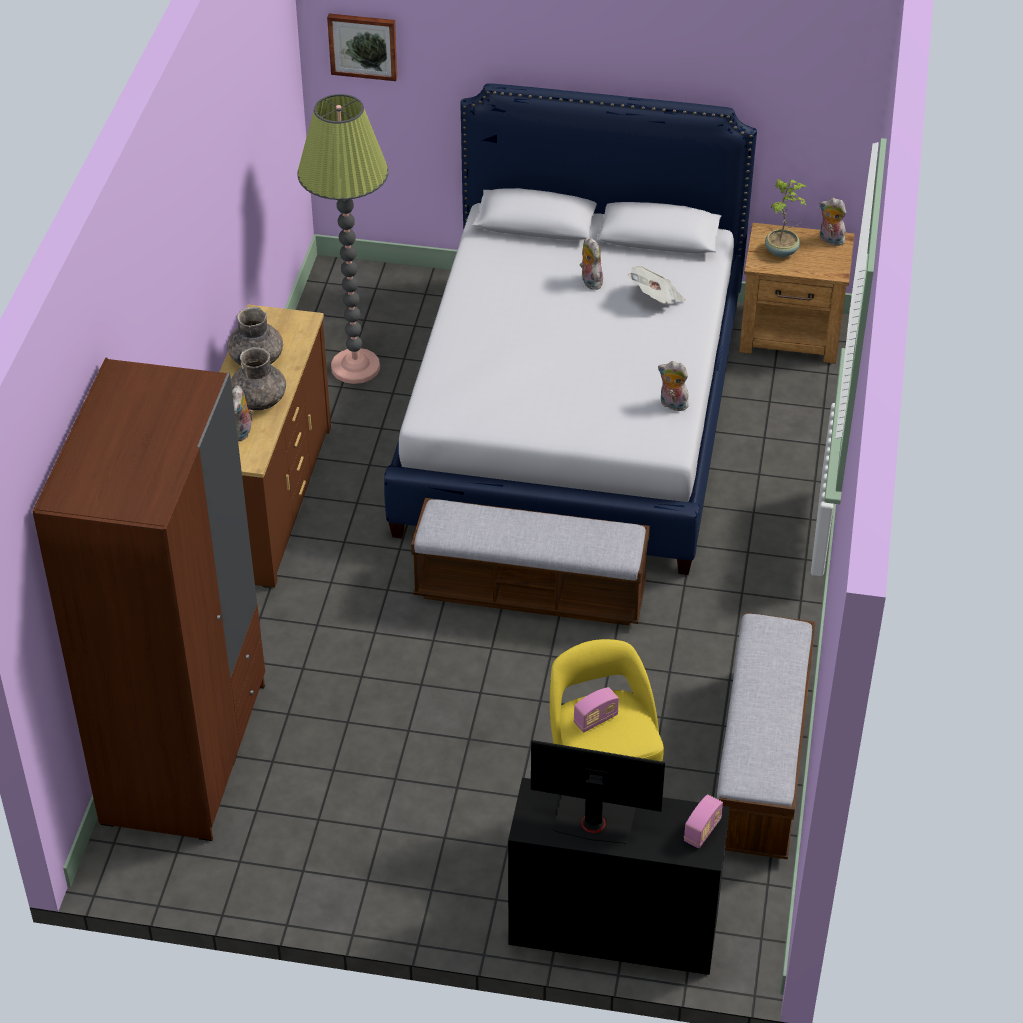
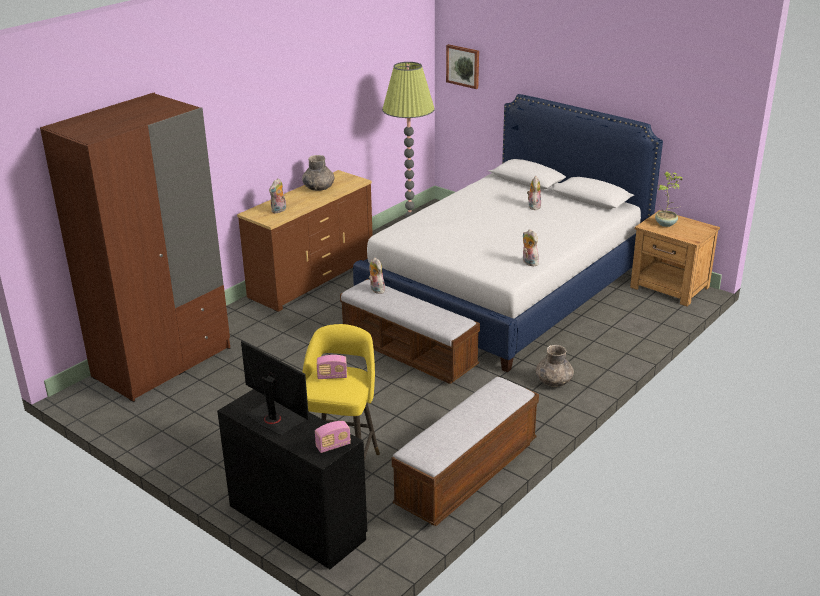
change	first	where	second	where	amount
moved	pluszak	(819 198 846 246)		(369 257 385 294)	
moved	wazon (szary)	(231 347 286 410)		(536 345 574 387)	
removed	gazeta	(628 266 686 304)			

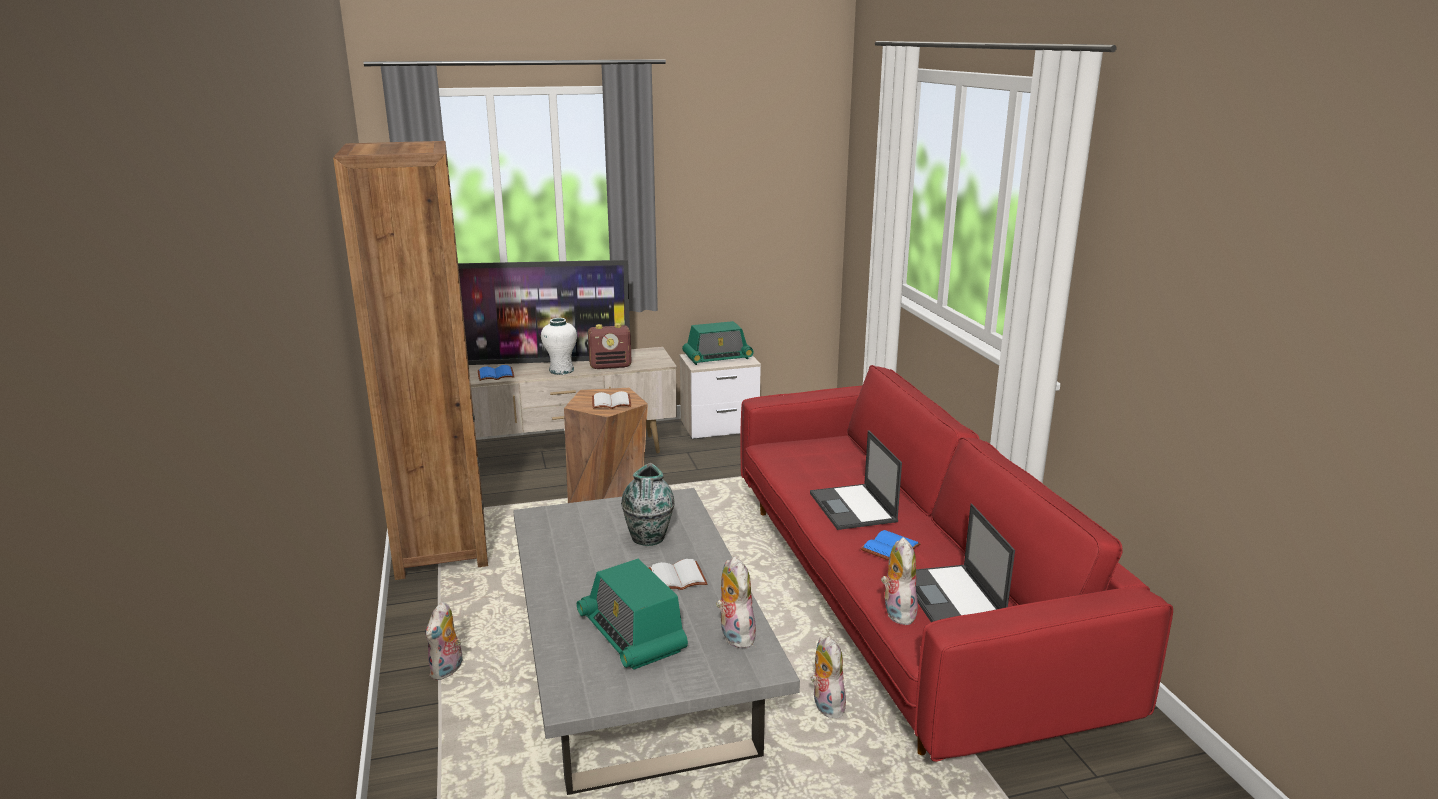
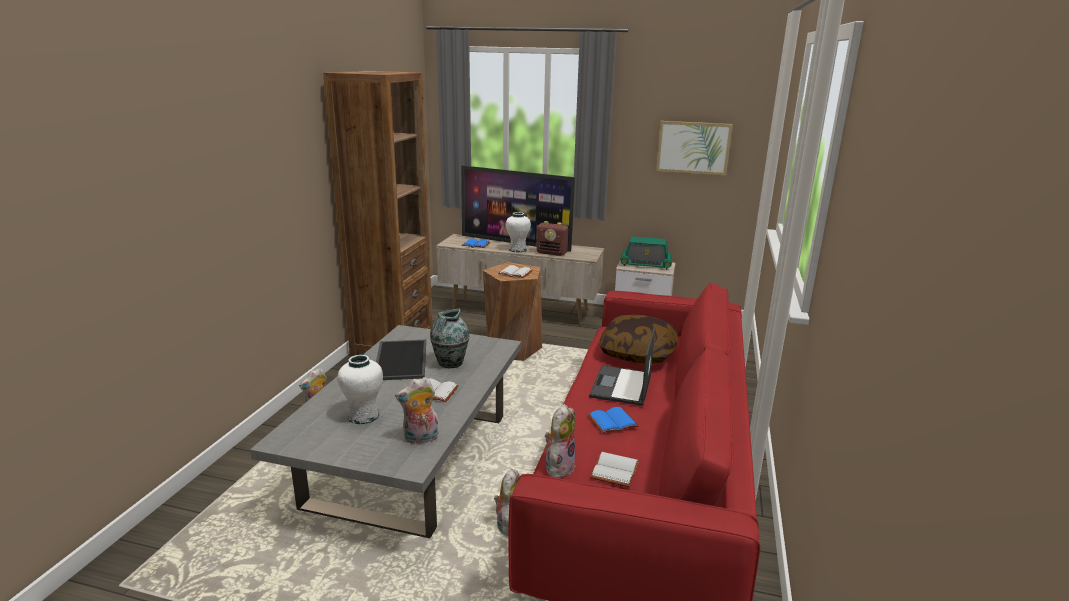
change	first	where	second	where	amount
replaced	radio	(577 559 688 670)	wazon (biały)	(337 355 383 424)	
added			taca	(376 340 426 380)	
turned	pluszak	(716 556 756 648)		(395 377 439 444)	120 degrees counterclockwise
replaced	laptop	(916 504 1015 622)	książka (biały)	(590 452 639 487)	
added			poduszka	(599 315 678 363)	
added			obraz	(656 121 733 176)	

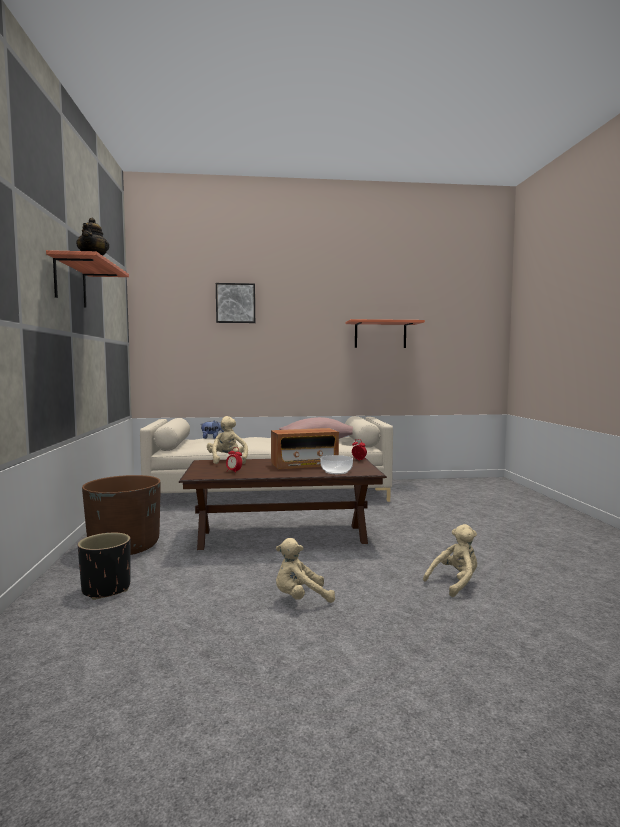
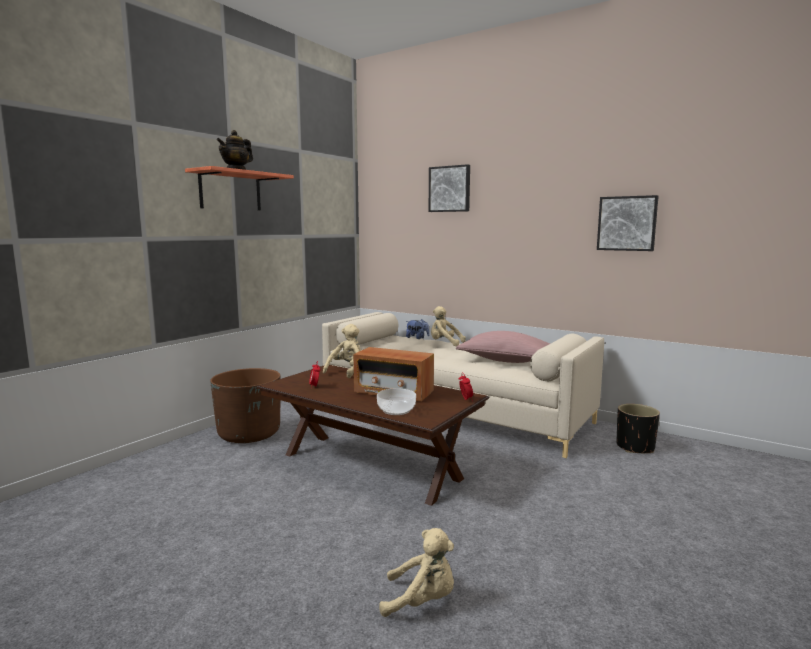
change	first	where	second	where	amount
moved	pluszak (beżowy)	(276 538 335 603)		(431 306 466 346)	
replaced	półka	(346 319 425 348)	obraz	(597 195 659 251)	
moved	donica (czarny)	(78 533 131 600)		(616 404 660 453)	

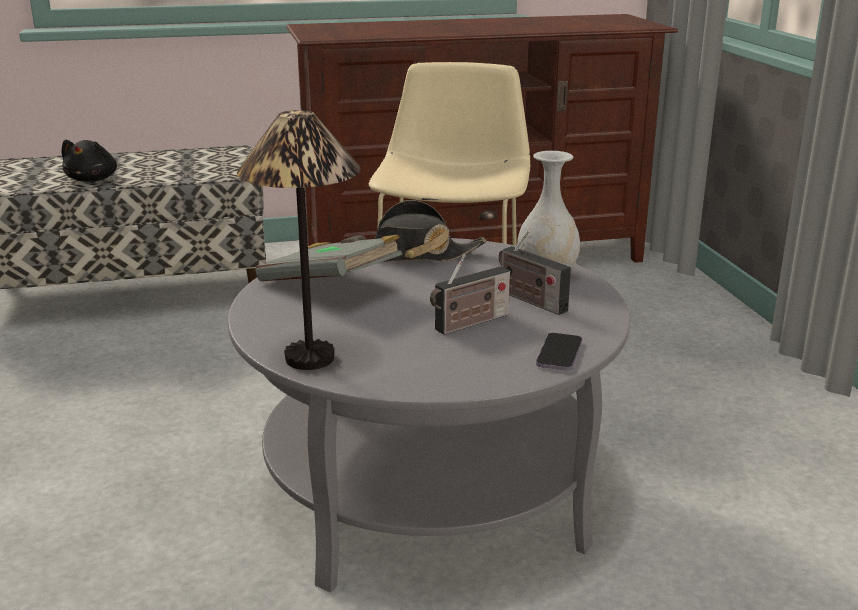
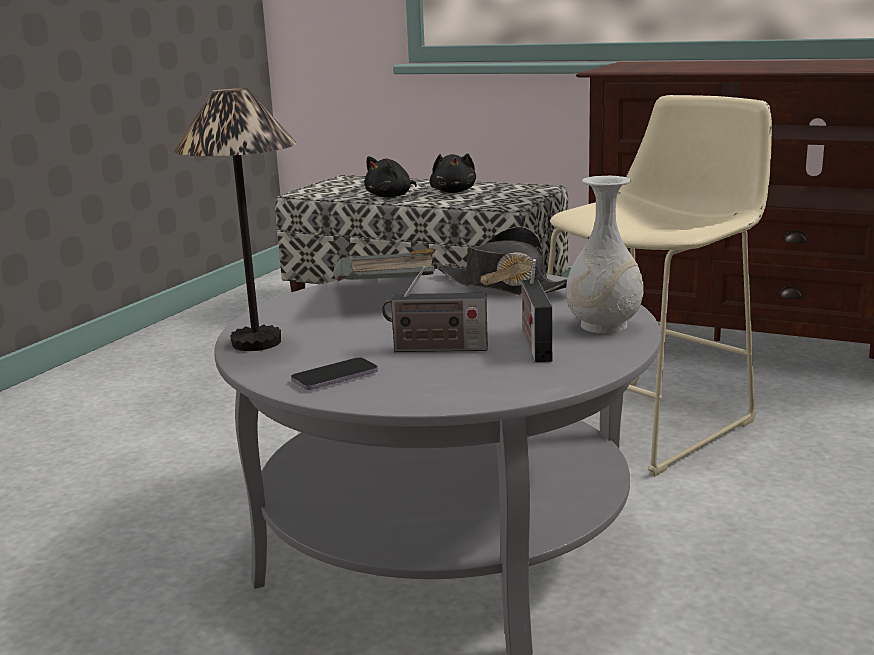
change	first	where	second	where	amount
moved	telefon	(536 333 582 371)		(291 357 378 390)	
added			pluszak (czarny)	(429 153 476 193)	

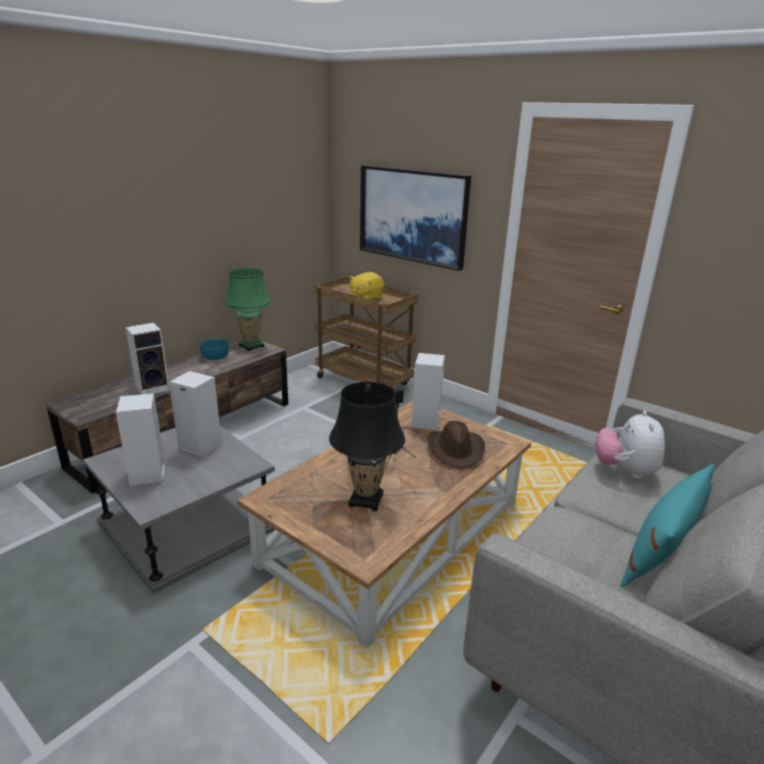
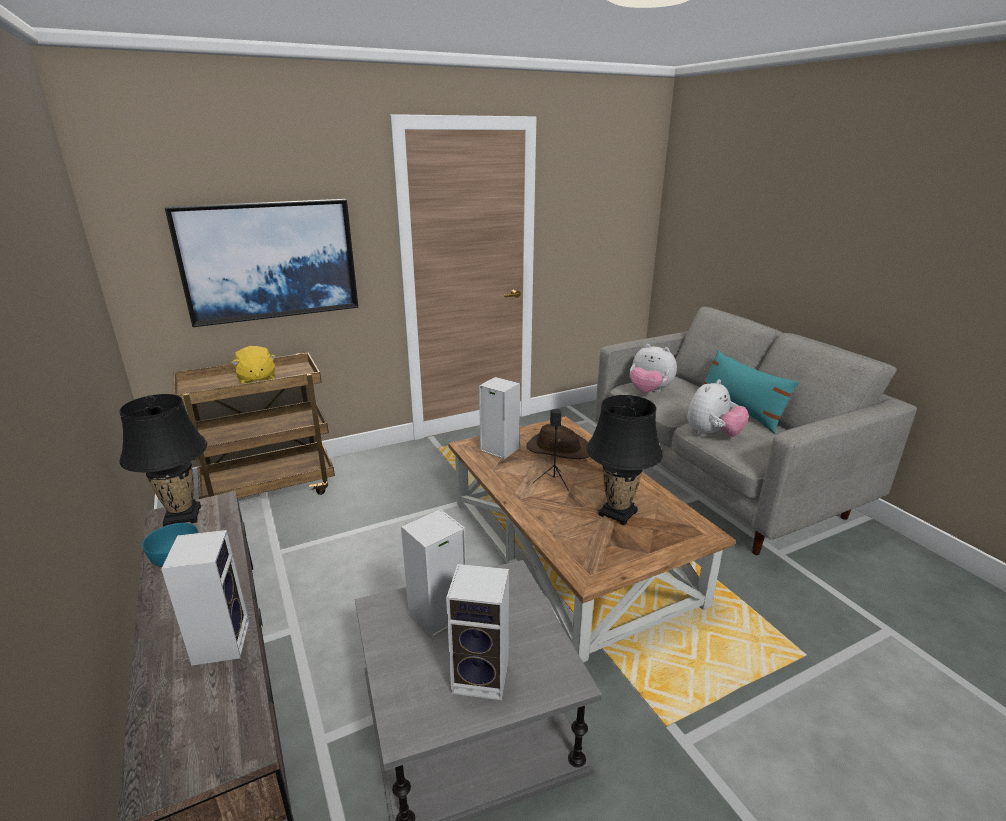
change	first	where	second	where	amount
recoloured	lampa stołowa (zielony)	(224 266 272 351)	lampa stołowa (czarny)	(119 394 207 527)	
added			pluszak	(687 379 749 437)	

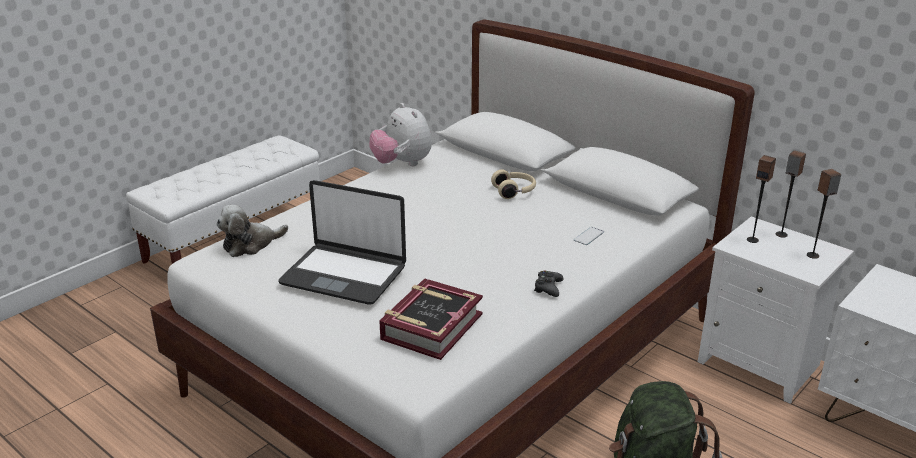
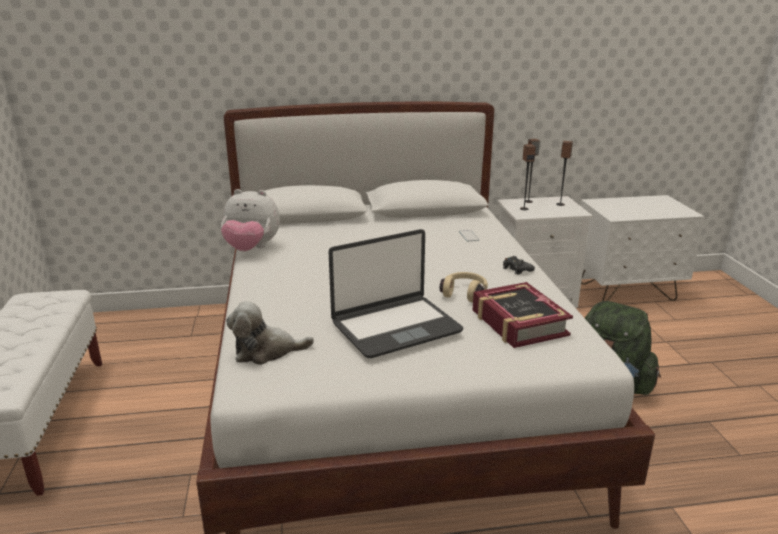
change	first	where	second	where	amount
turned	pluszak	(216 205 288 257)		(226 301 314 365)	75 degrees clockwise
moved	słuchawki (beżowy)	(491 169 536 199)		(440 272 488 302)	

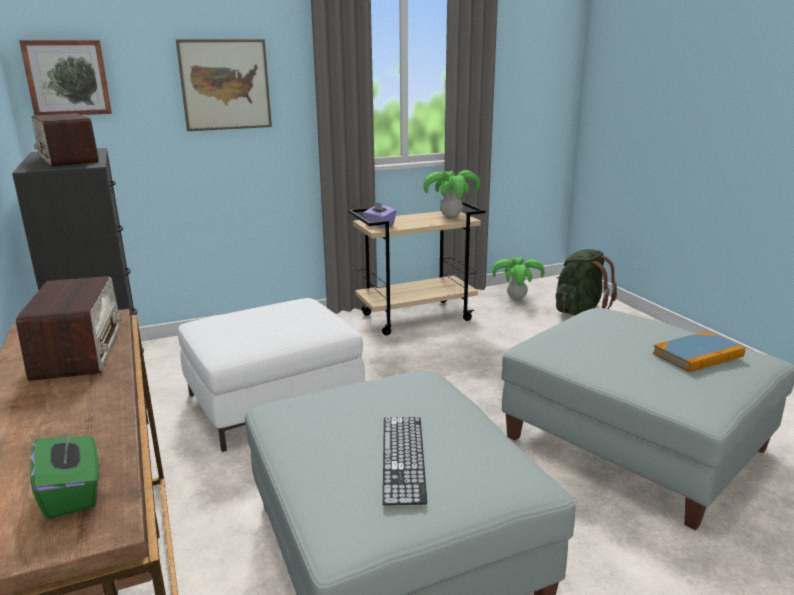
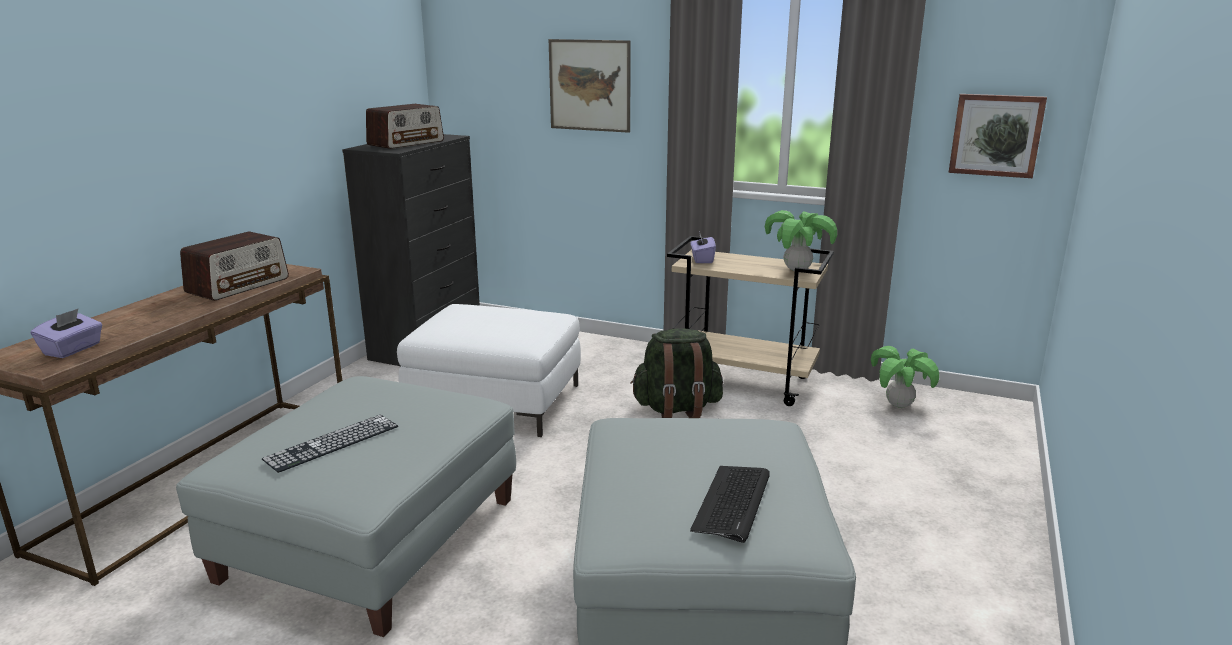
change	first	where	second	where	amount
recoloured	pudełko chusteczek (zielony)	(30 426 99 519)	pudełko chusteczek (fioletowy)	(31 309 102 358)	
turned	radio	(32 113 99 166)		(366 104 444 149)	150 degrees counterclockwise
moved	plecak (zielony)	(555 249 617 315)		(630 328 723 418)	
replaced	książka	(653 332 745 372)	klawiatura	(690 466 770 543)	
moved	obraz	(19 40 112 116)		(949 94 1047 178)	

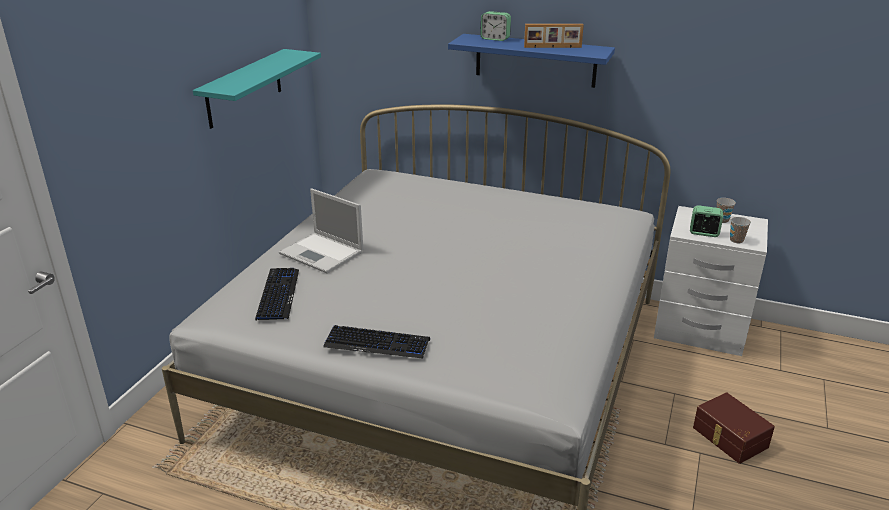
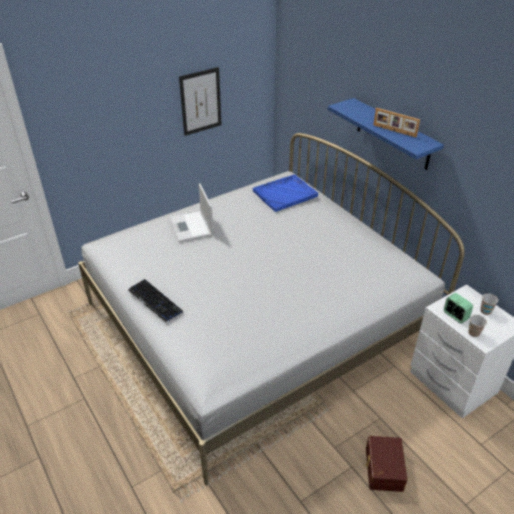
change	first	where	second	where	amount
replaced	półka (turkusowy)	(193 49 321 129)	obraz	(179 67 222 136)	
added			taca (niebieski)	(253 174 318 212)	
removed	klawiatura	(255 268 299 321)			
removed	budzik	(480 11 511 41)			

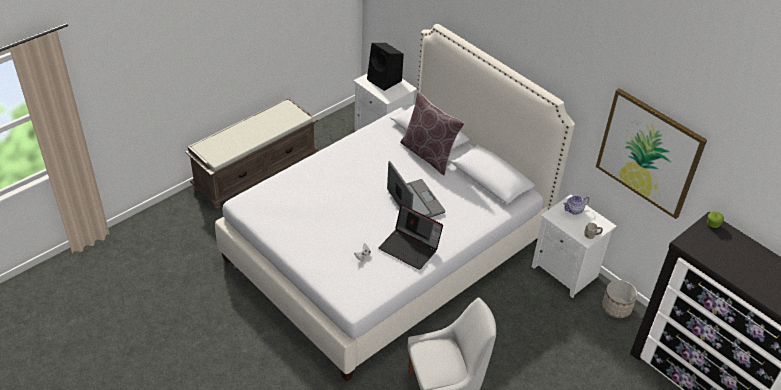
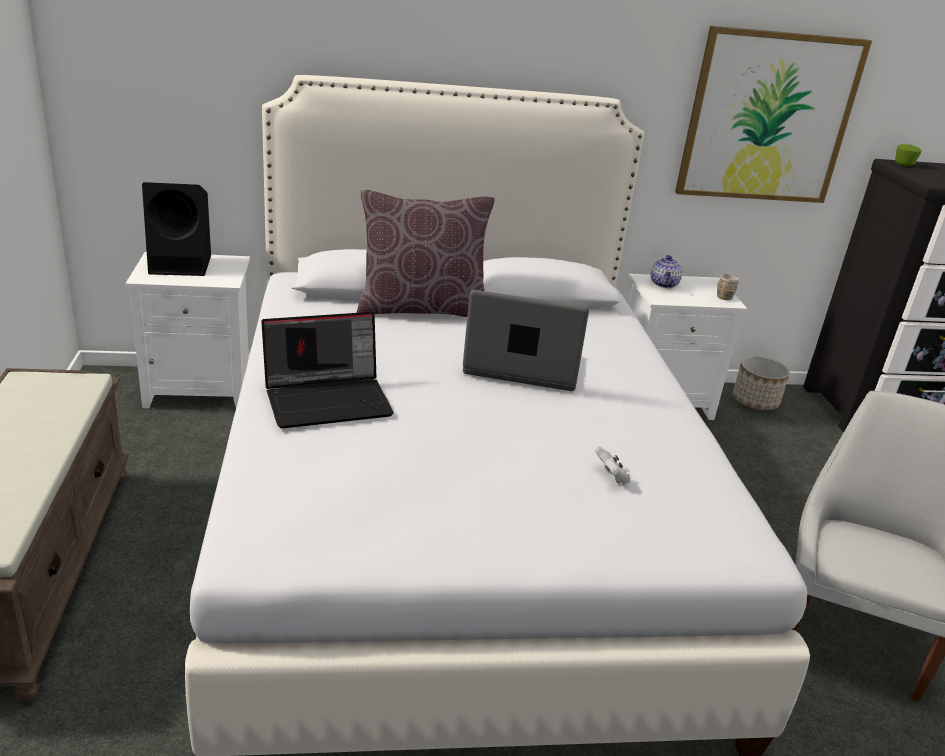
change	first	where	second	where	amount
moved	laptop	(379 204 443 270)		(261 312 394 429)	

